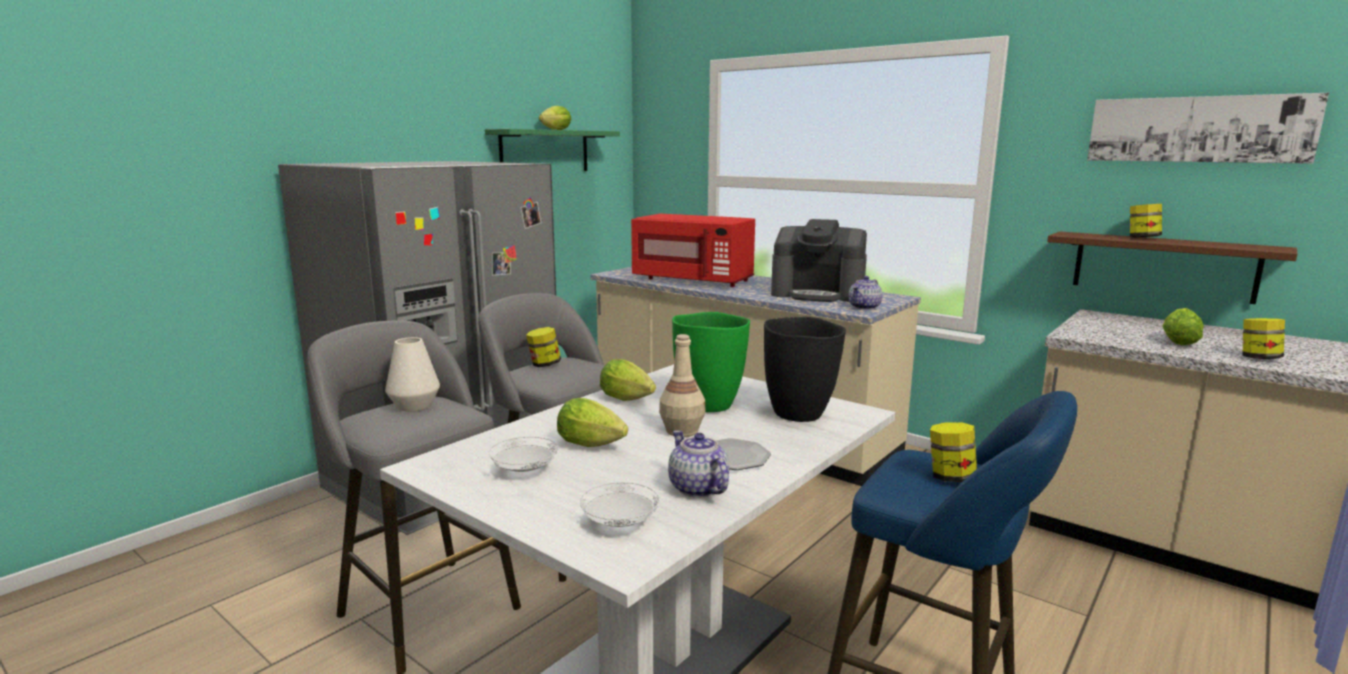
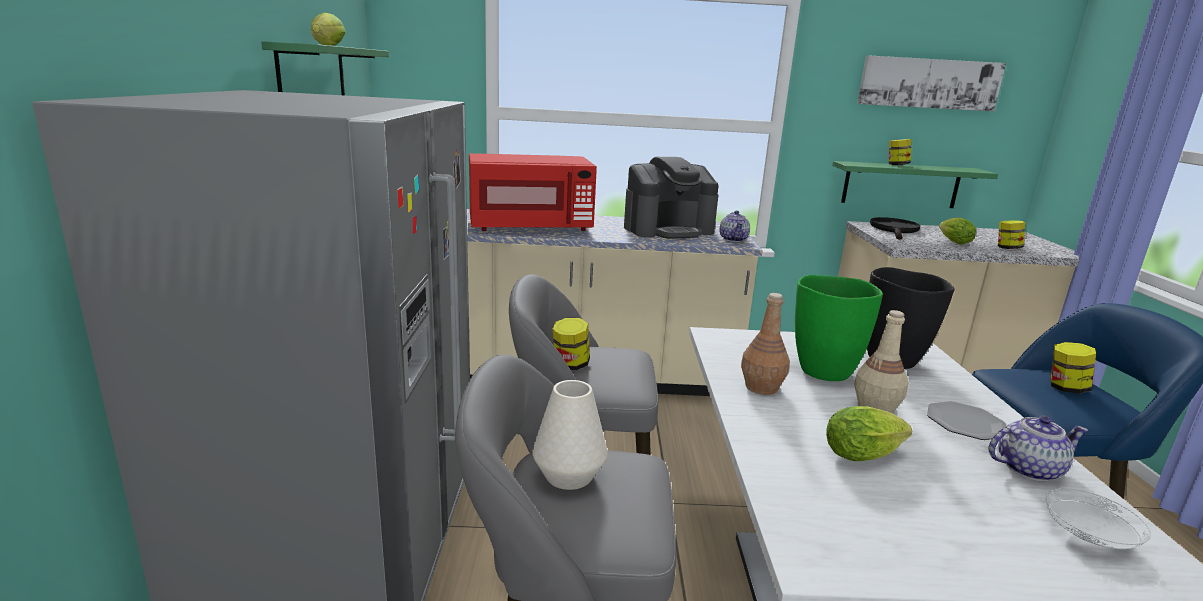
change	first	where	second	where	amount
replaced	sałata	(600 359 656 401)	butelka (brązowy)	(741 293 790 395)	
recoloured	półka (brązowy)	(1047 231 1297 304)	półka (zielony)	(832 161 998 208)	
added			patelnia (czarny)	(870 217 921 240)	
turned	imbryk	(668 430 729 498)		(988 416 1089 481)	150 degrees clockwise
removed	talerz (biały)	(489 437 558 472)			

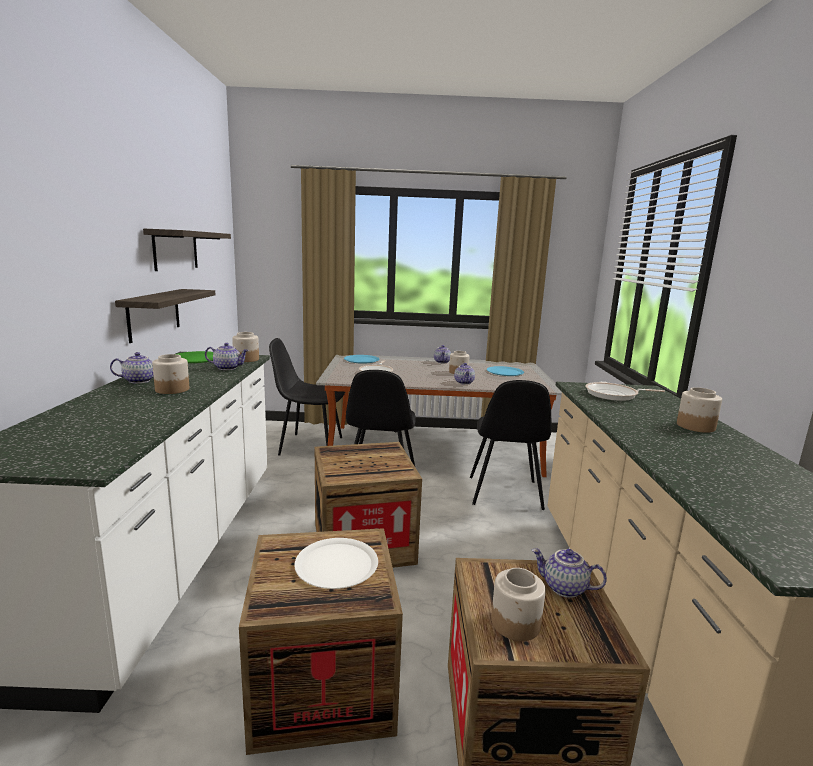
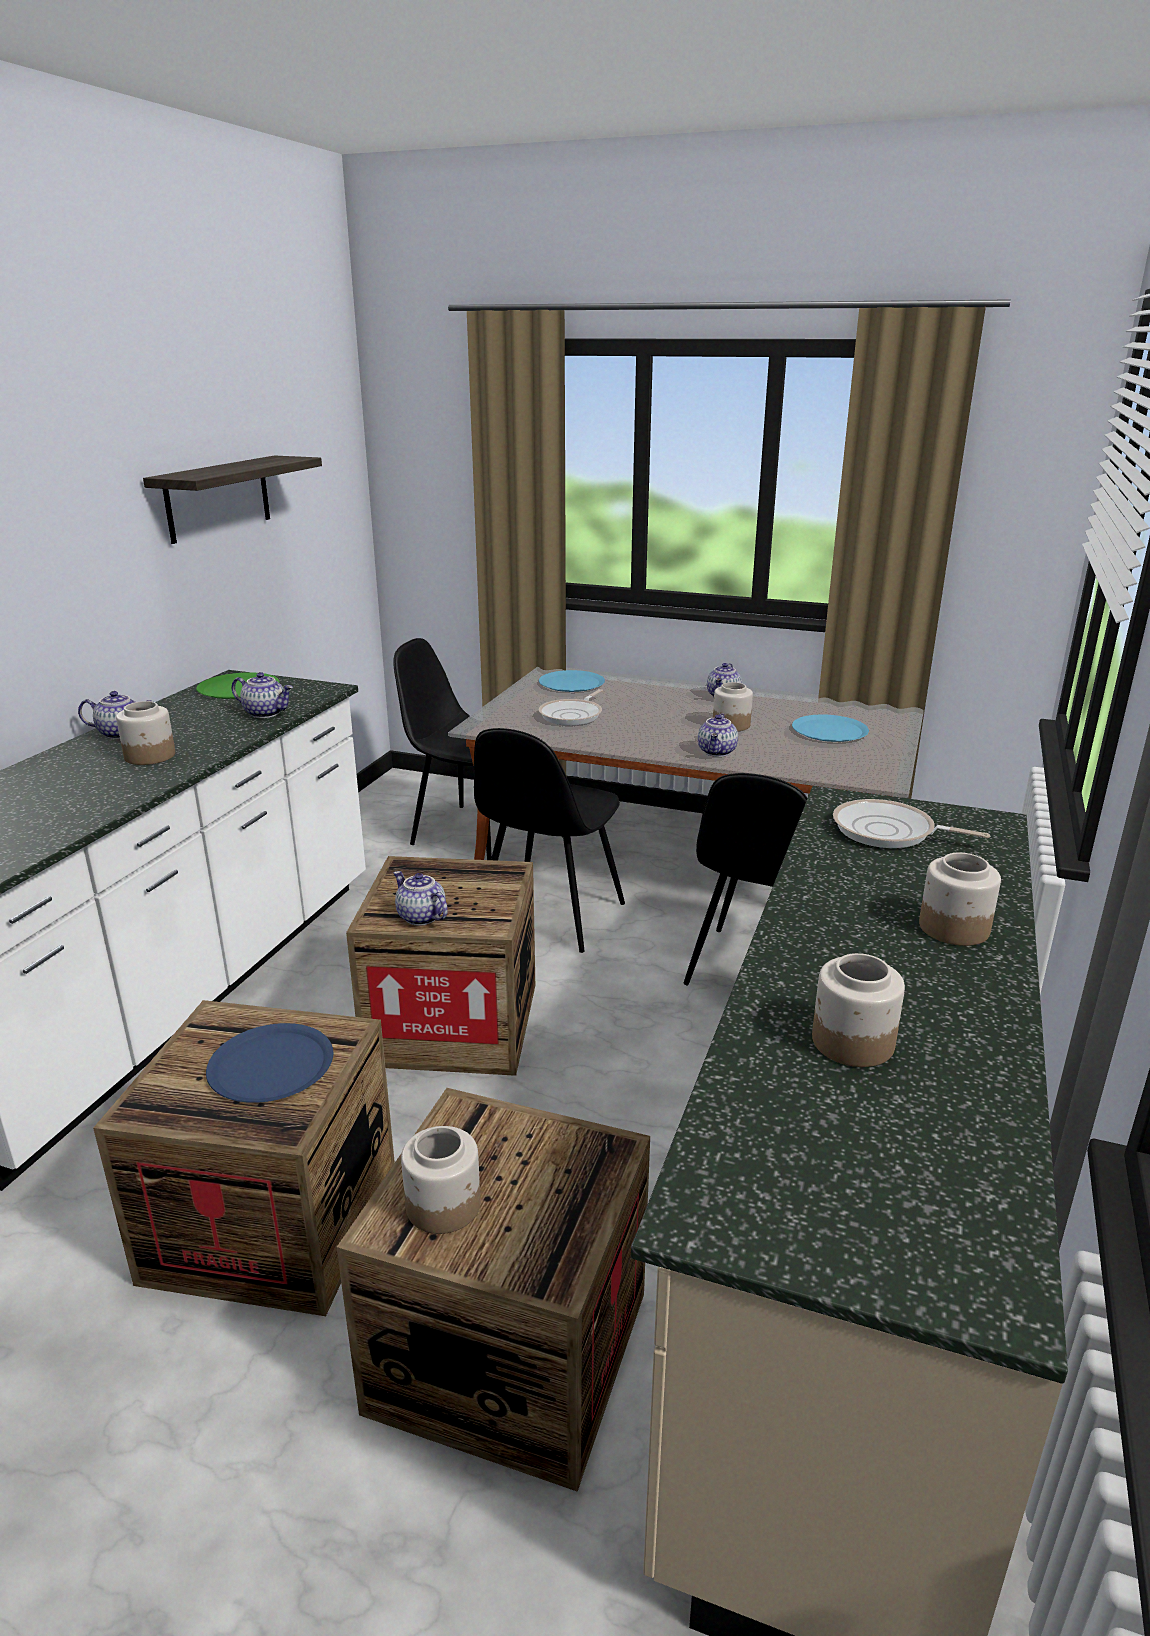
change	first	where	second	where	amount
recoloured	talerz (biały)	(294 538 378 589)	talerz (niebieski)	(206 1023 333 1103)	
moved	imbryk	(532 548 607 598)		(394 871 448 926)	
moved	słoik	(232 332 259 362)		(812 953 905 1067)	
removed	półka	(115 289 215 343)			

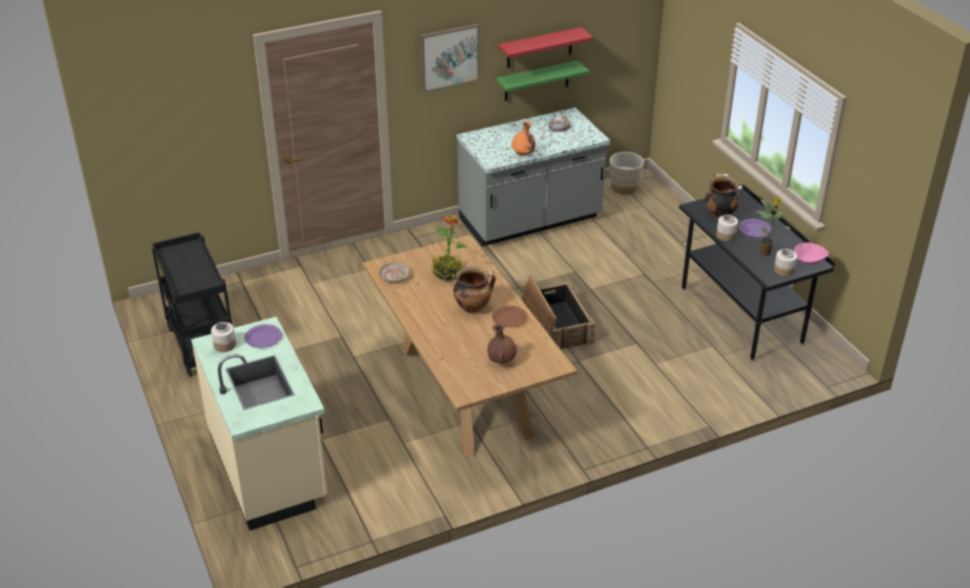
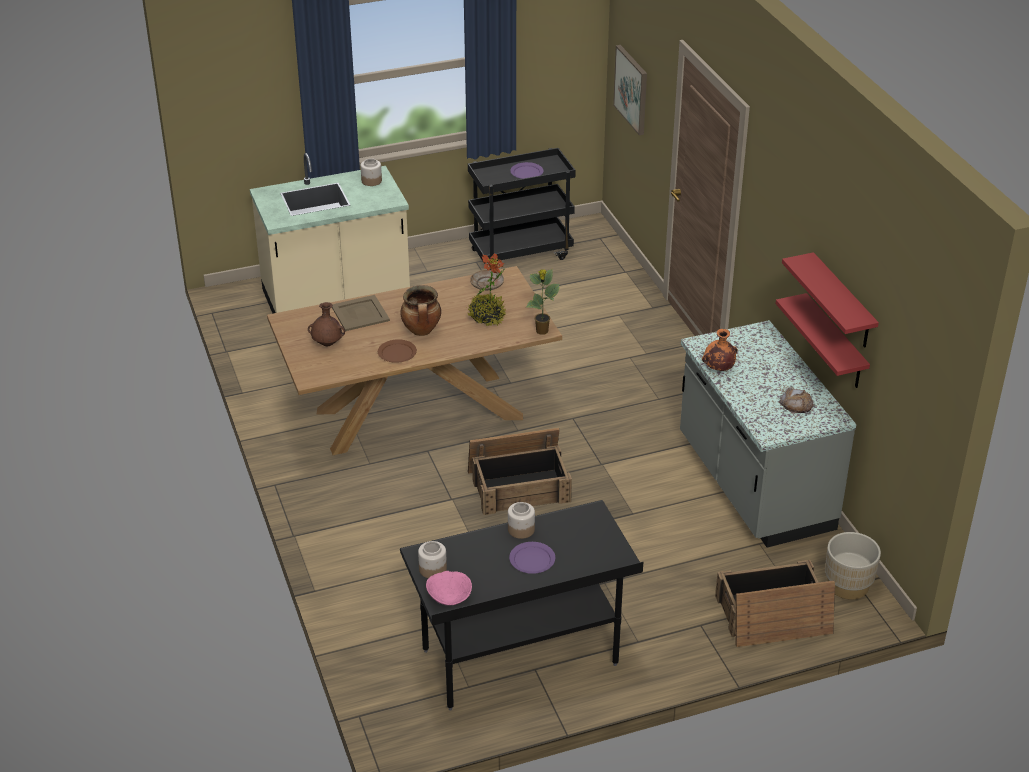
change	first	where	second	where	amount
added			taca (beżowy)	(332 295 390 331)	
moved	talerz (fioletowy)	(245 324 282 348)		(510 162 544 179)	
moved	roślina doniczkowa	(756 197 791 256)		(526 269 560 335)	
moved	obraz	(420 24 479 92)		(613 45 647 135)	
added			skrzynka	(715 560 835 647)	
recoloured	półka (zielony)	(496 60 589 101)	półka (czerwony)	(776 293 870 388)	
removed	garnek	(705 174 740 219)			

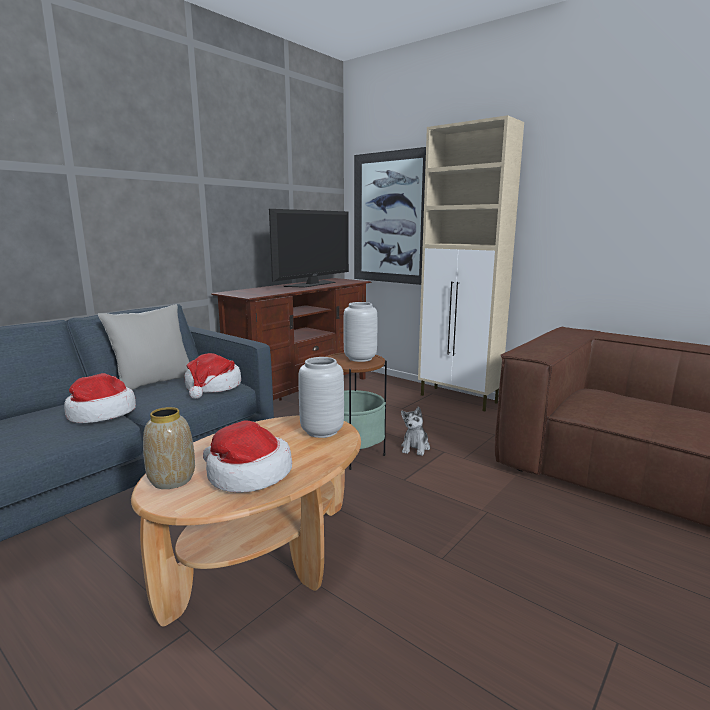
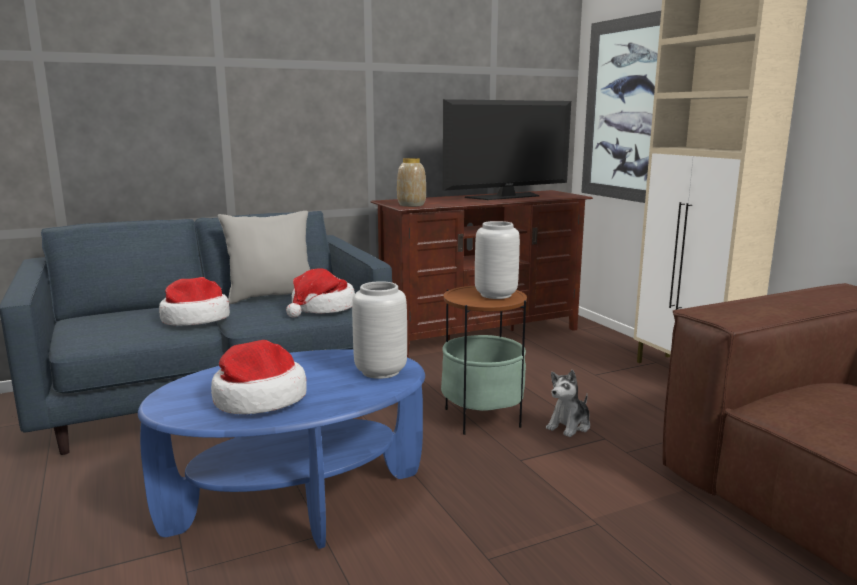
change	first	where	second	where	amount
recoloured	ława (brązowy)	(131 415 361 627)	ława (niebieski)	(138 349 425 549)	
moved	wazon	(143 407 195 489)		(397 158 426 207)	

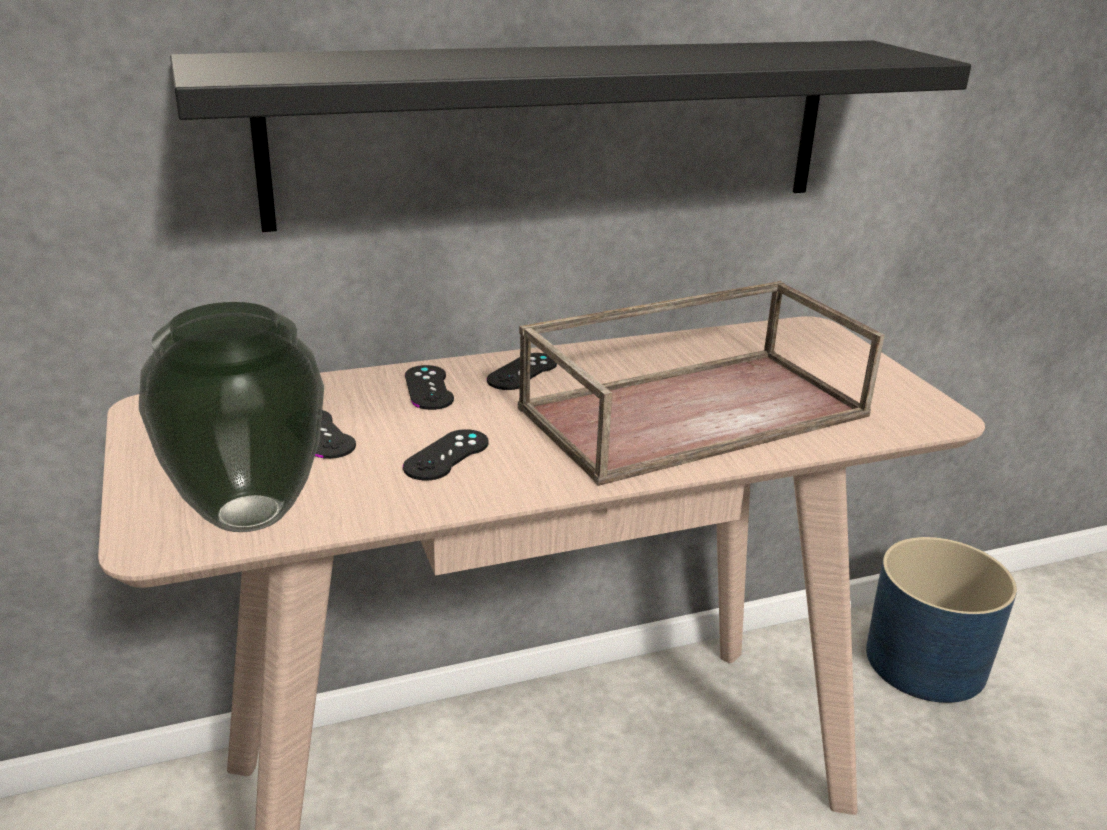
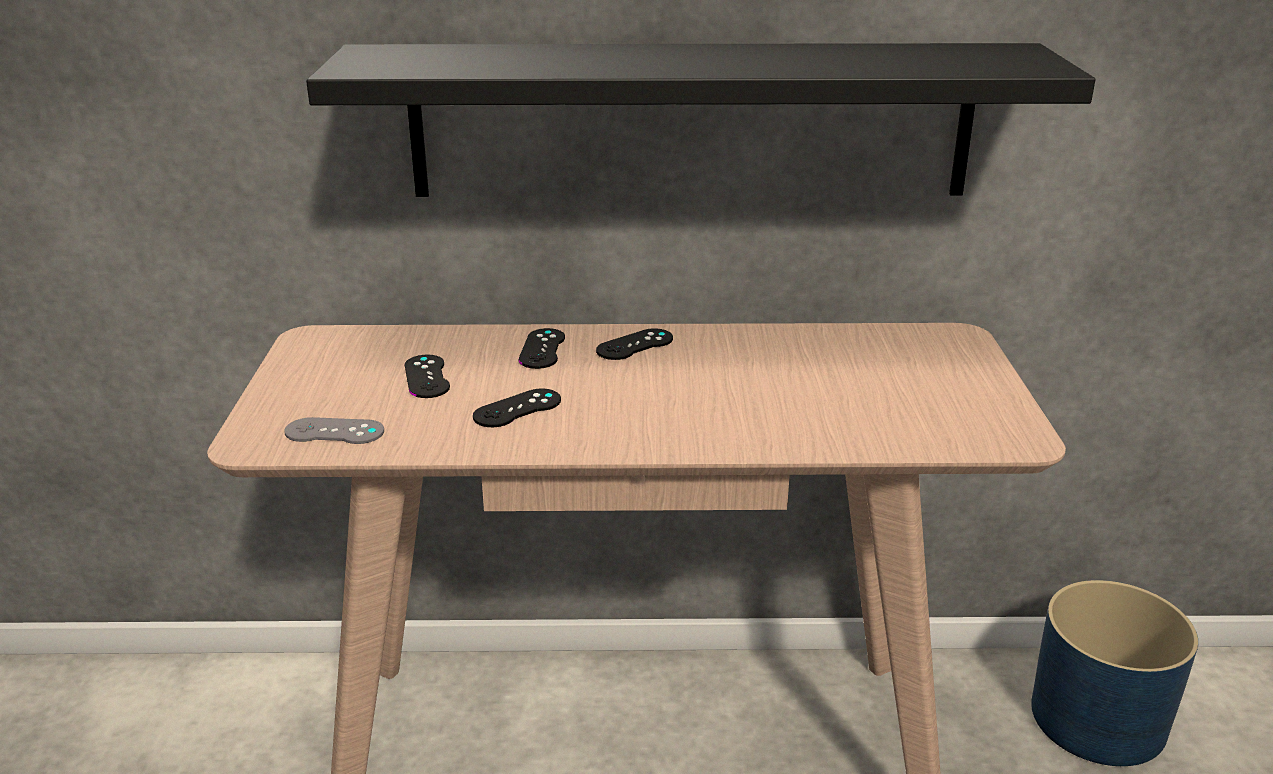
change	first	where	second	where	amount
replaced	wazon	(139 302 324 532)	pad do gier (szary)	(284 417 384 444)	
removed	taca (brązowy)	(518 281 885 486)			

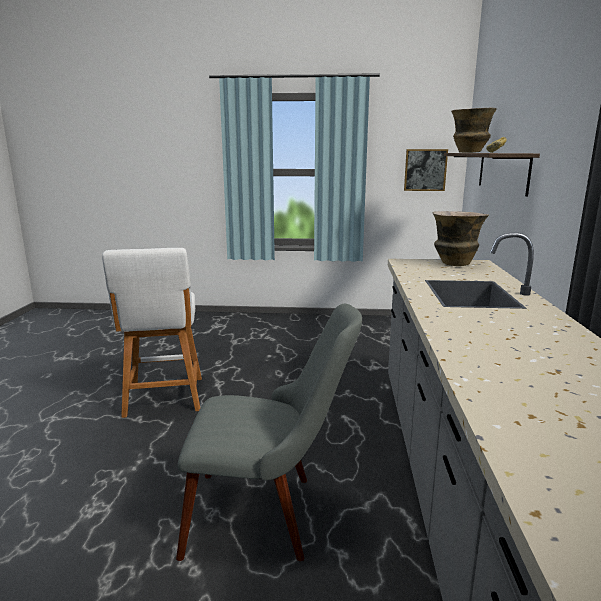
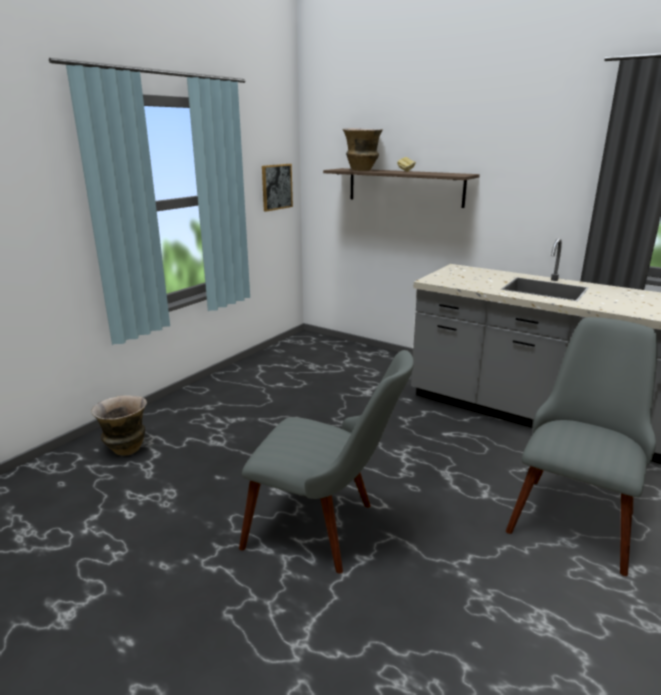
change	first	where	second	where	amount
moved	wazon	(432 211 489 266)		(91 395 147 456)	
replaced	stołek (biały)	(102 248 202 418)	krzesło (szary)	(239 350 414 574)	

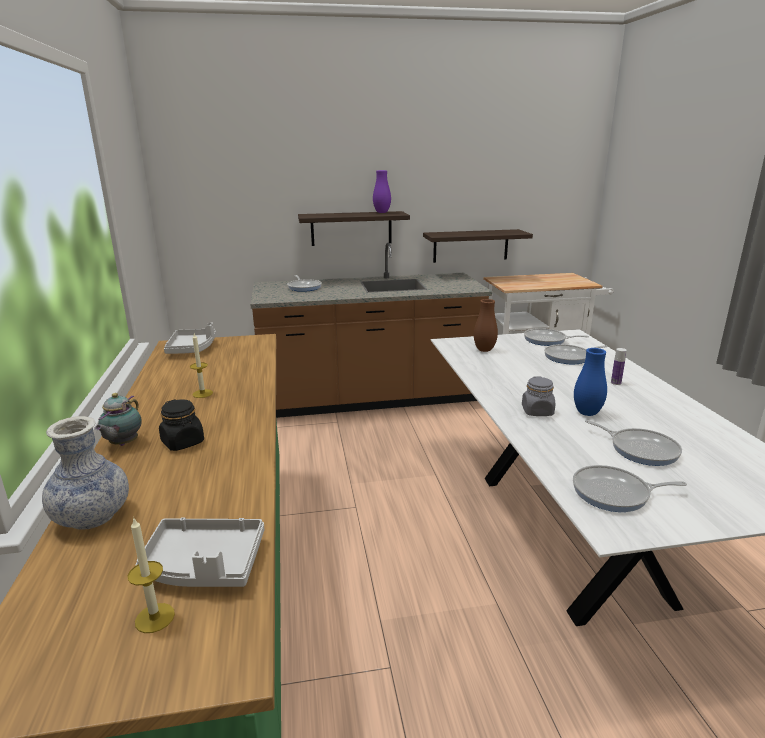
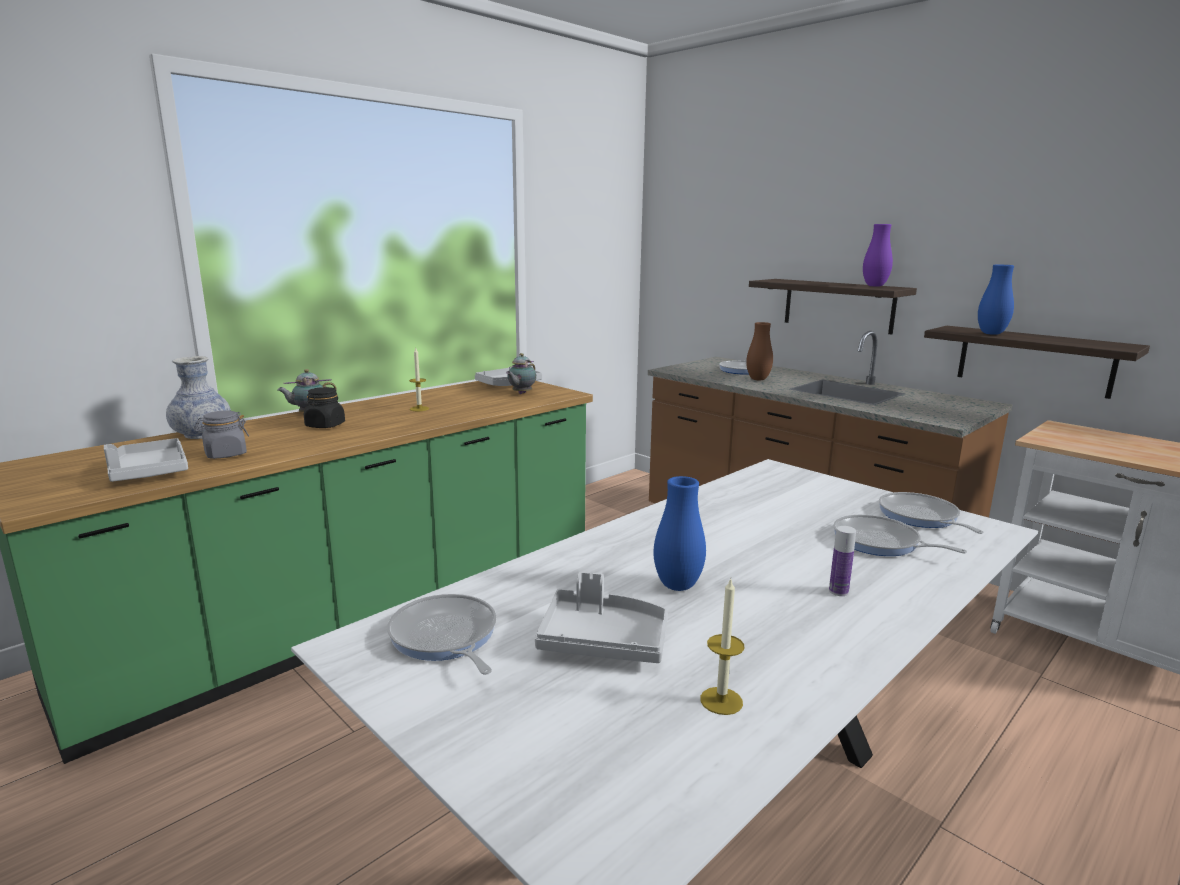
change	first	where	second	where	amount
moved	słoik (szary)	(522 377 555 416)		(194 410 249 459)	
added			imbryk	(506 353 536 394)	
replaced	patelnia	(585 420 682 466)	taca (szary)	(535 572 668 663)	
moved	świeca	(128 518 175 633)		(700 579 744 715)	
moved	wazon (brązowy)	(474 299 498 352)		(746 322 773 380)	
added			wazon (niebieski)	(978 265 1014 335)	

